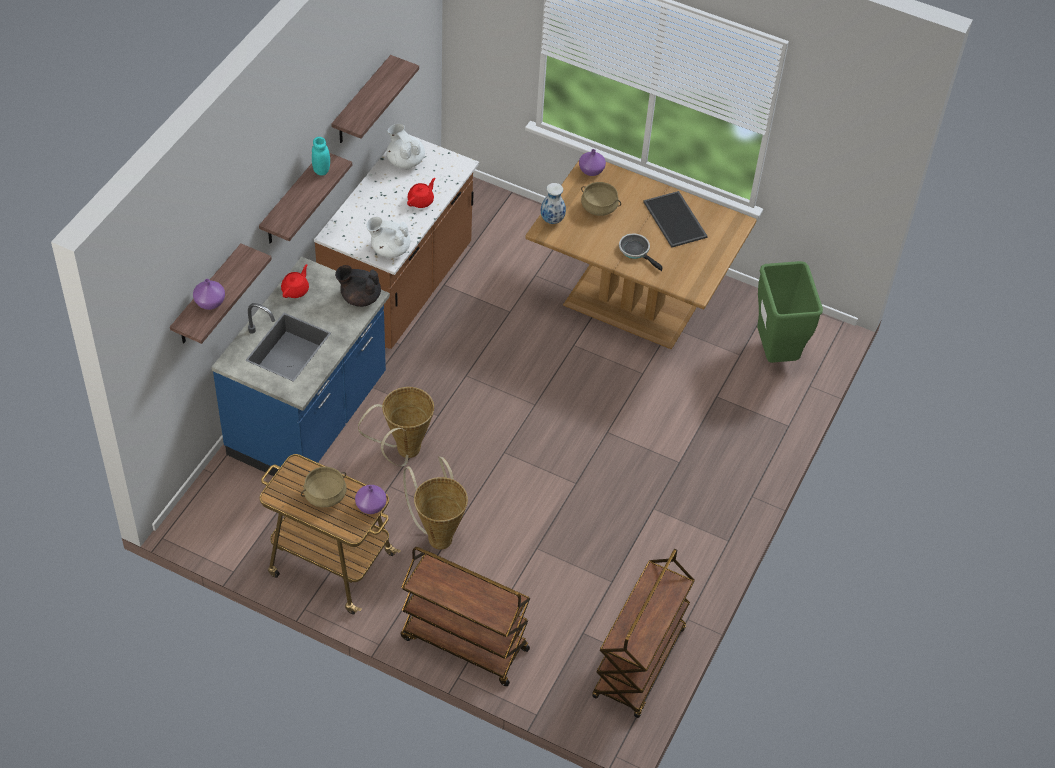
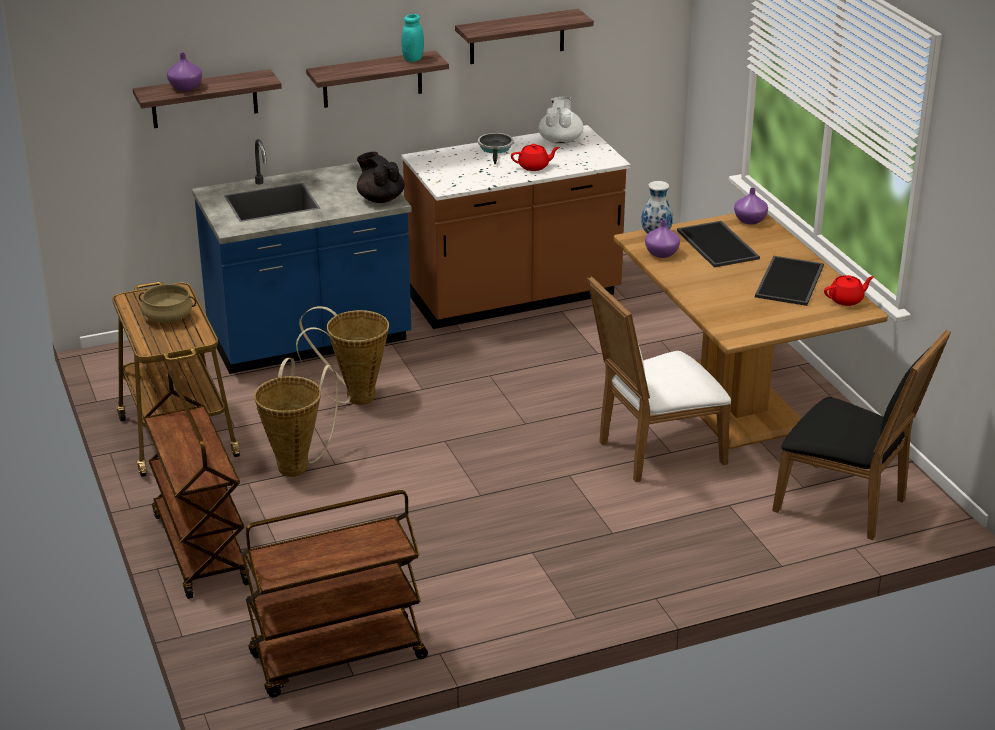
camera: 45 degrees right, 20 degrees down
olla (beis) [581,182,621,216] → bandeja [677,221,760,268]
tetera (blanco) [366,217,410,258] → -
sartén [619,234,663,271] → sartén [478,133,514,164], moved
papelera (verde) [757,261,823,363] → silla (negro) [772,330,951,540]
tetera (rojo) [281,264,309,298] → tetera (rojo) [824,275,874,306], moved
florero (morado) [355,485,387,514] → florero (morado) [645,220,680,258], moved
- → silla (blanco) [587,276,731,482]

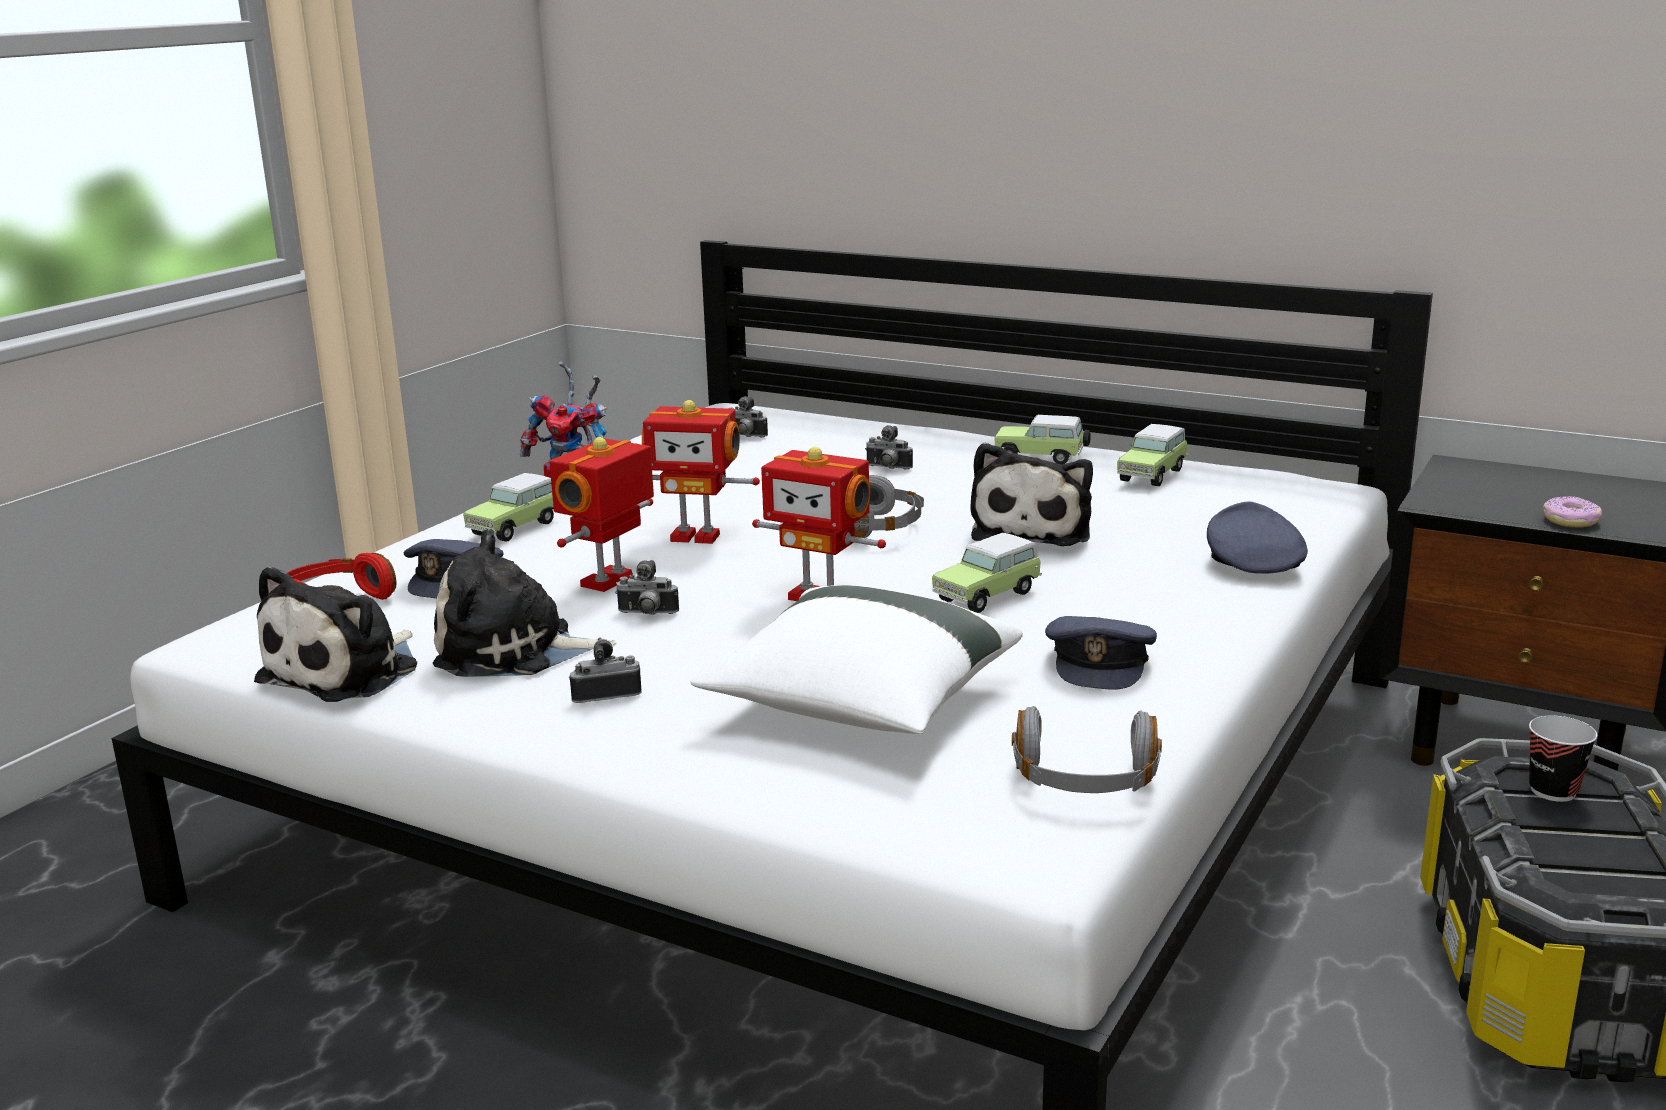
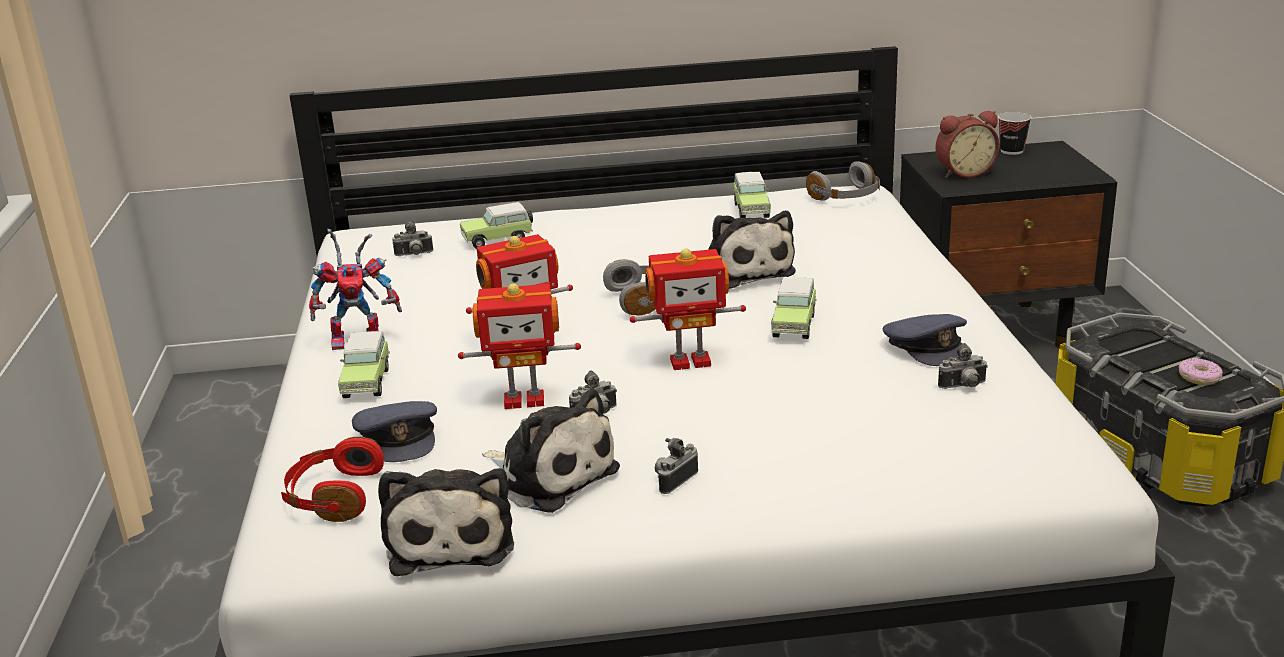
camera: 35 degrees left, 5 degrees up
coche de juguete [994,415,1091,465] → coche de juguete [460,202,533,249], moved
cámara [865,425,913,469] → cámara [938,343,988,389], moved
robot de juguete [549,437,654,592] → robot de juguete [458,284,581,409], 90 degrees counterclockwise
rosquilla [1543,496,1602,528] → rosquilla [1178,358,1223,385], moved
gorra (gris) [1207,501,1308,574] → -
peluche [433,528,616,677] → peluche [482,389,620,513], 105 degrees counterclockwise
cojín (blanco) [691,585,1023,734] → -
auriculares (gris) [1012,706,1162,793] → auriculares (gris) [806,161,880,201], moved
taza [1529,716,1598,802] → taza [998,112,1031,155], moved
- → despertador [935,111,1000,178]

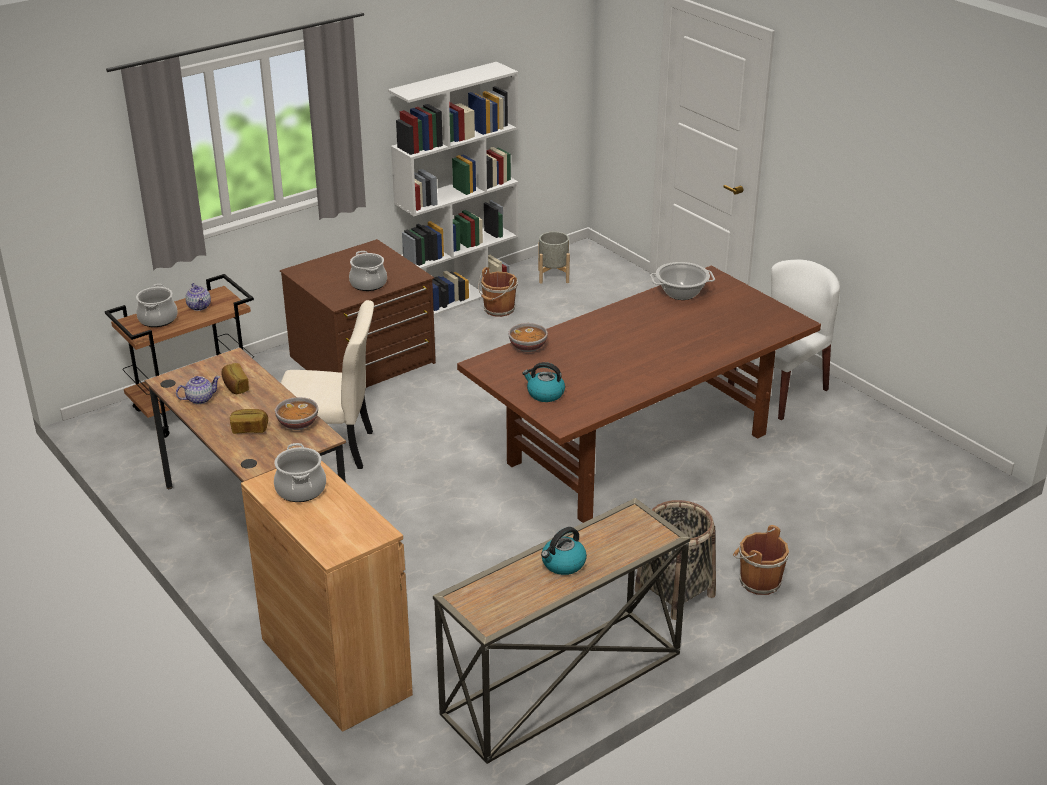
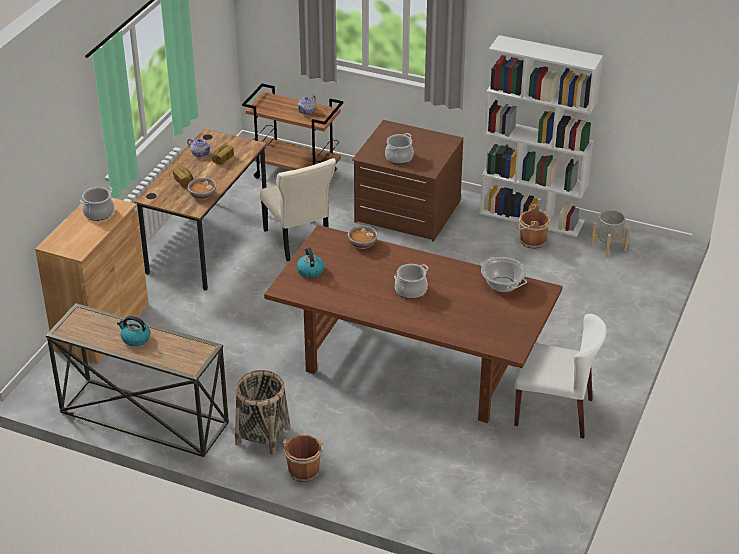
camera: 60 degrees right, 5 degrees up
olla [136,284,178,327] → olla [394,264,429,299], moved

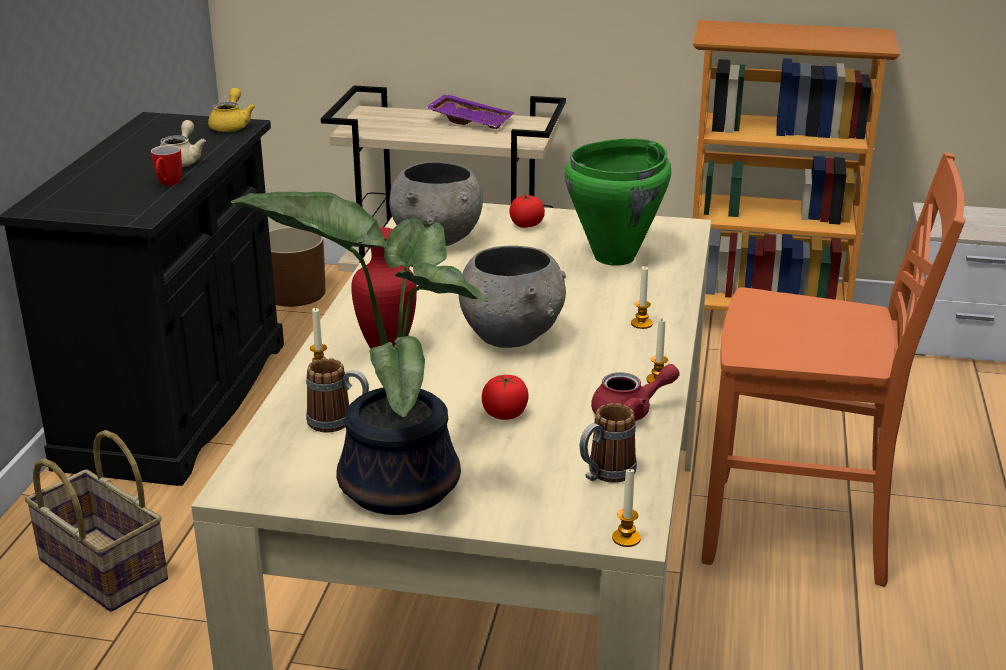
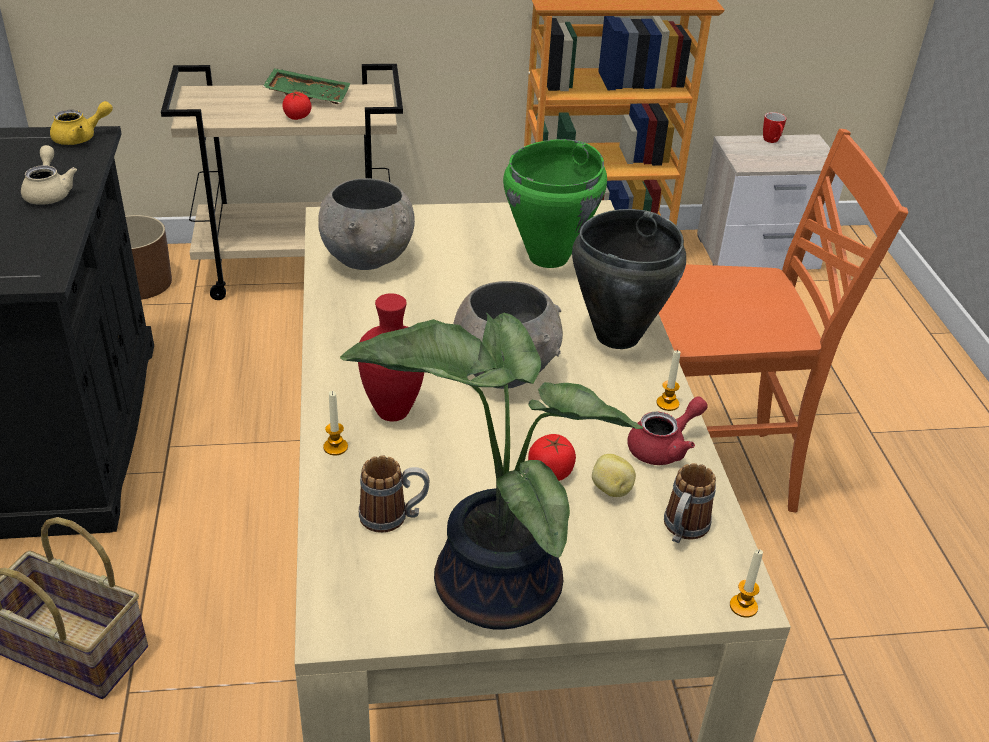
camera: 20 degrees left, 10 degrees up
tetera (amarillo) [208,88,255,132] → tetera (amarillo) [50,101,113,145], 75 degrees clockwise
bandeja (morado) [425,94,515,129] → bandeja (verde) [263,68,350,104]
taza grande [151,145,182,186] → taza grande [763,112,787,143], moved
tomate [509,194,545,228] → tomate [282,92,311,120], moved
vela [631,266,653,329] → olla (negro) [572,209,686,349]
- → patata [592,454,636,497]

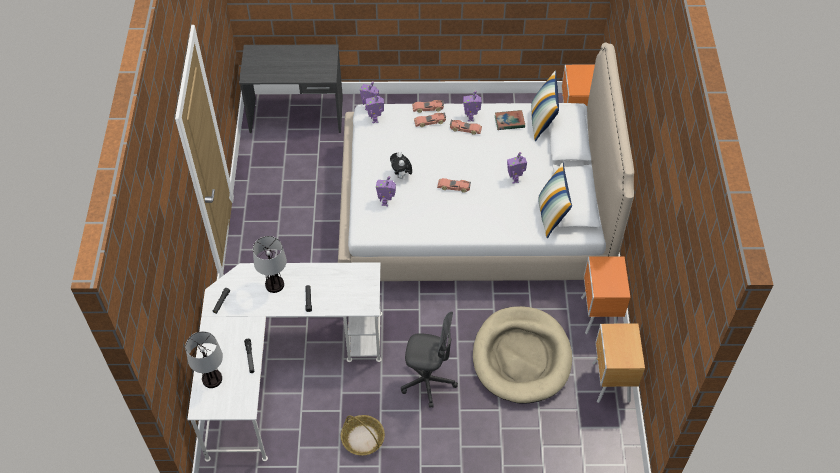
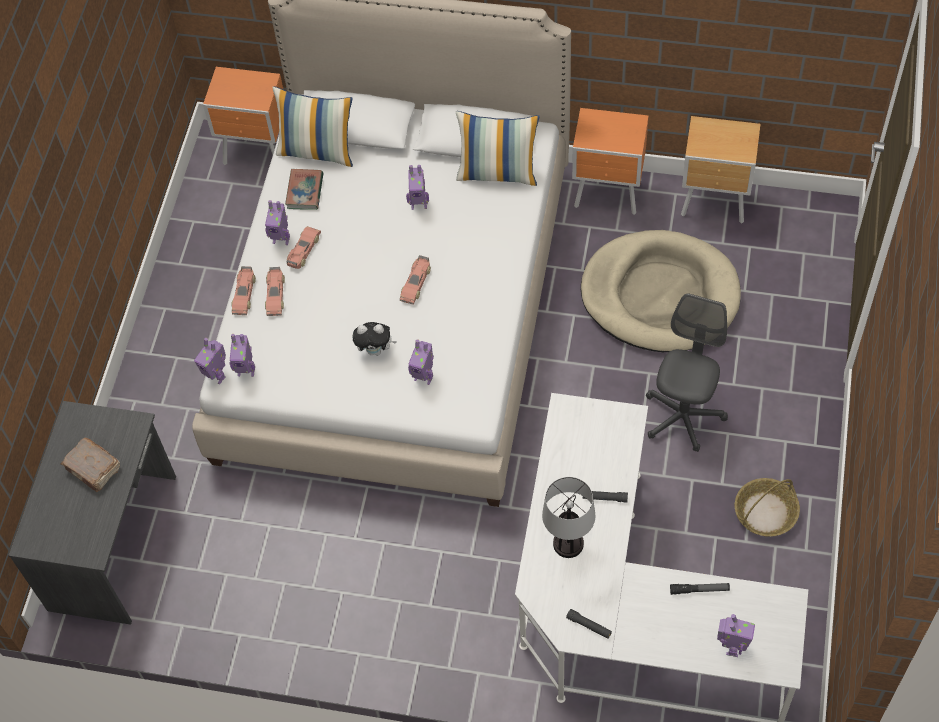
camera: 75 degrees left, 5 degrees up
lámpara de mesa [185,331,223,388] → robot de juguete [717,614,755,657]
- → libro (marrón) [60,438,120,492]

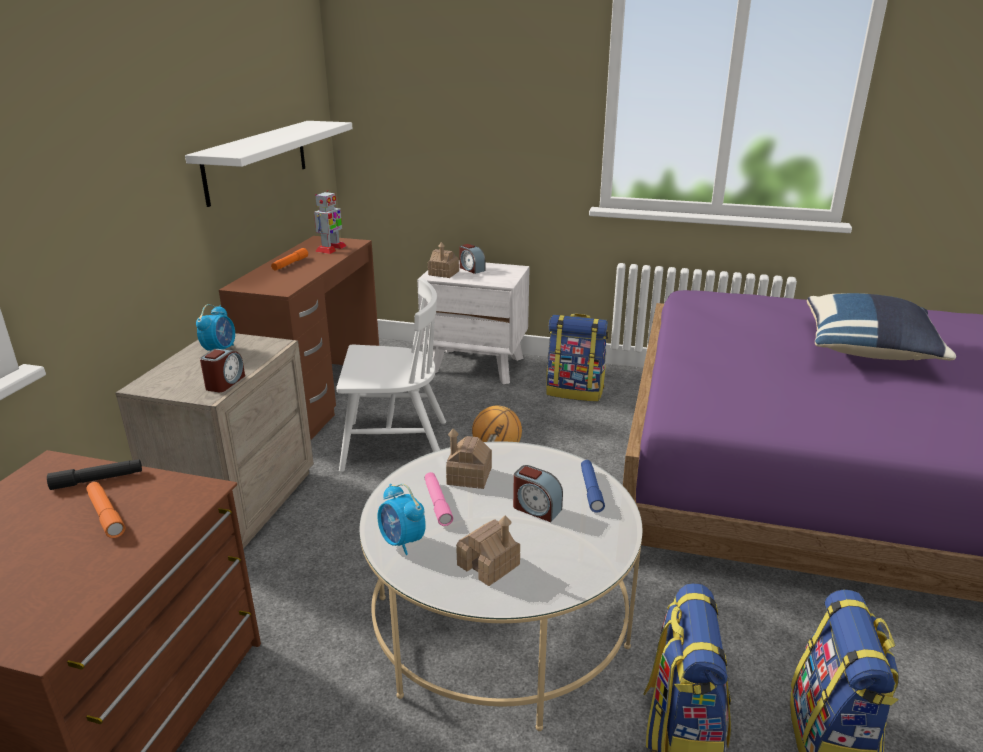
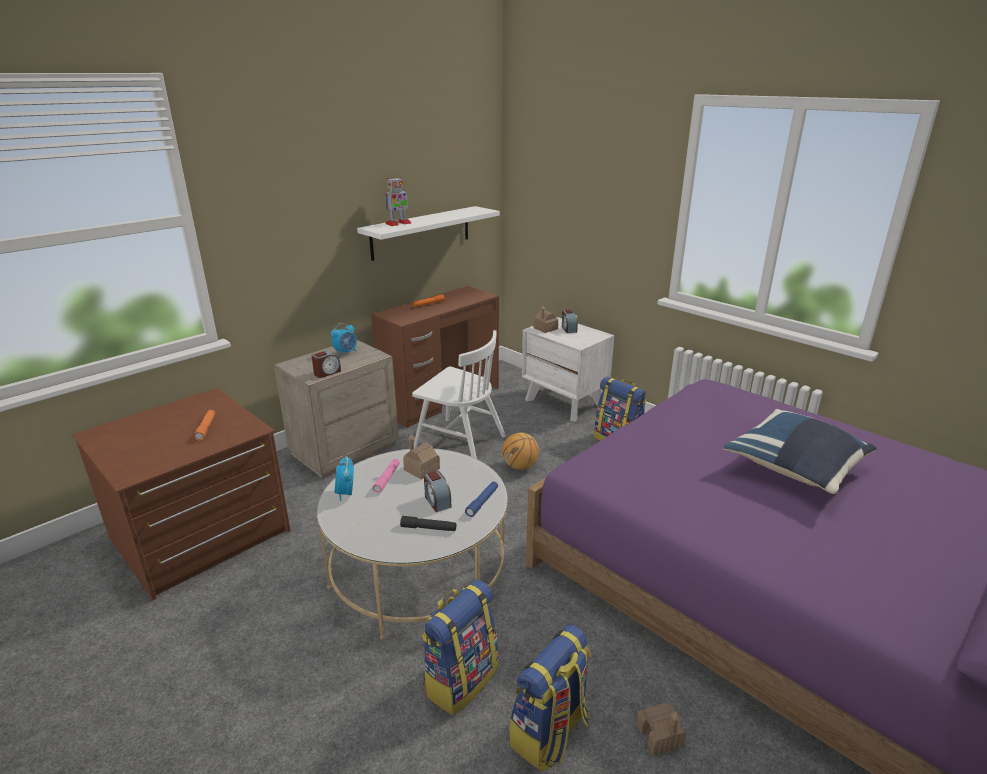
camera: 30 degrees right, 0 degrees up
robot de juguete [314,190,346,254] → robot de juguete [385,177,412,226], moved
linterna (negro) [47,459,142,490] → linterna (negro) [400,516,457,531], moved
casita [456,516,520,586] → casita [637,703,686,755], moved

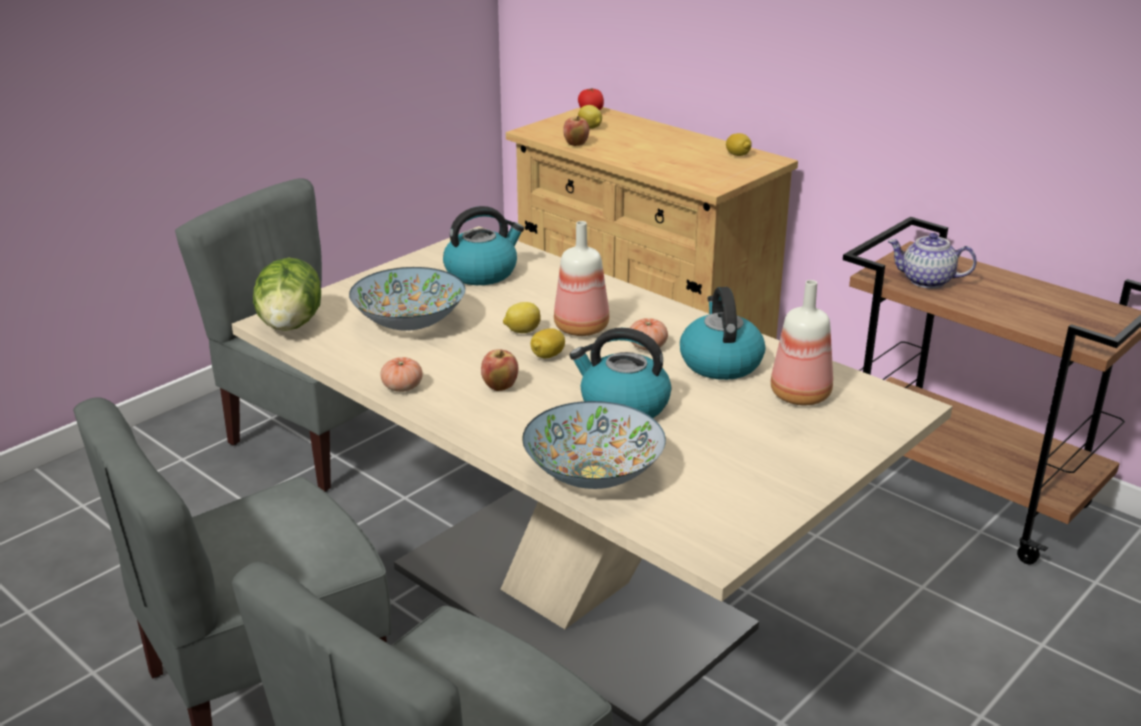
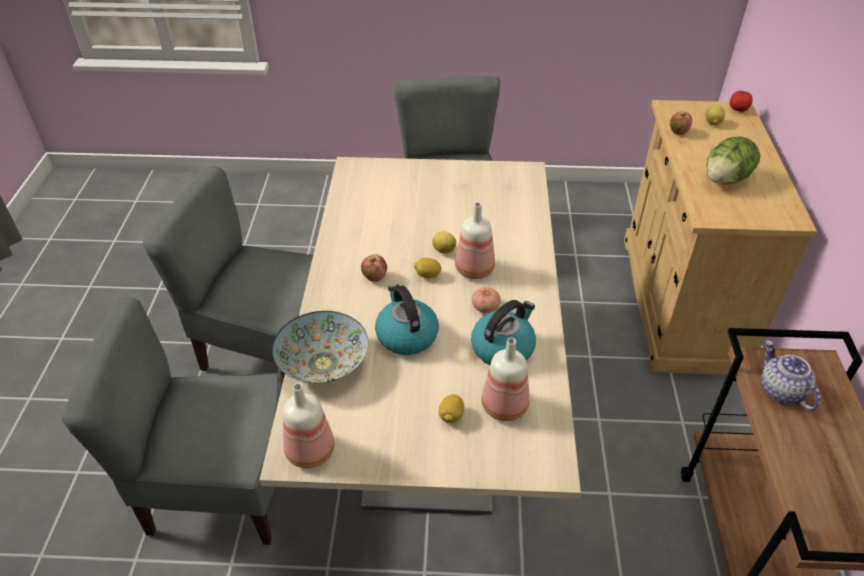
camera: 50 degrees right, 15 degrees up
limón [726,133,752,156] → limón [439,394,464,423], moved
hervidor [443,206,524,285] → -
lechuga [253,258,321,331] → lechuga [706,136,761,184], moved
cuenco [349,267,465,331] → -
tomate [380,357,423,392] → -
- → botella [283,383,335,468]

